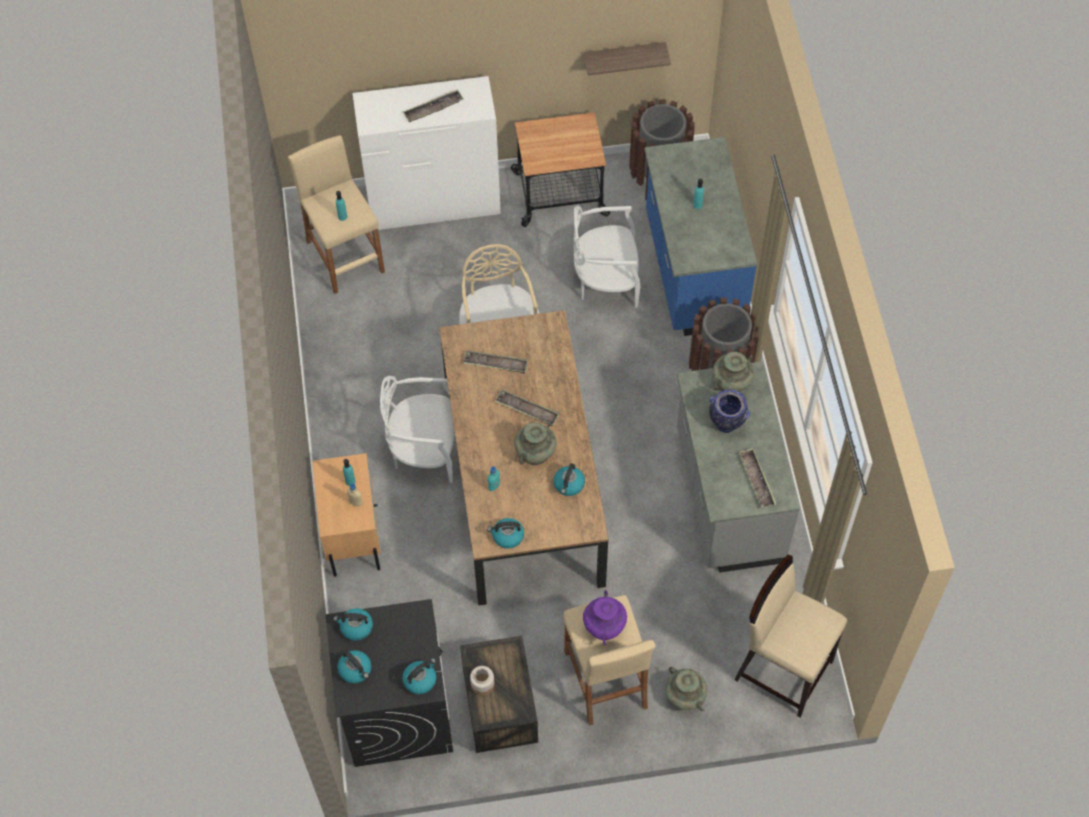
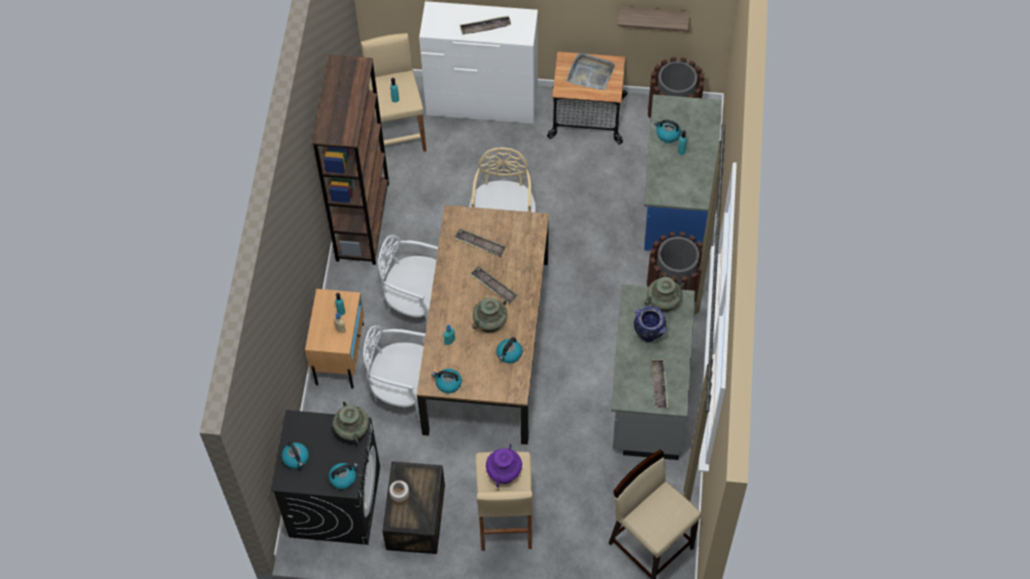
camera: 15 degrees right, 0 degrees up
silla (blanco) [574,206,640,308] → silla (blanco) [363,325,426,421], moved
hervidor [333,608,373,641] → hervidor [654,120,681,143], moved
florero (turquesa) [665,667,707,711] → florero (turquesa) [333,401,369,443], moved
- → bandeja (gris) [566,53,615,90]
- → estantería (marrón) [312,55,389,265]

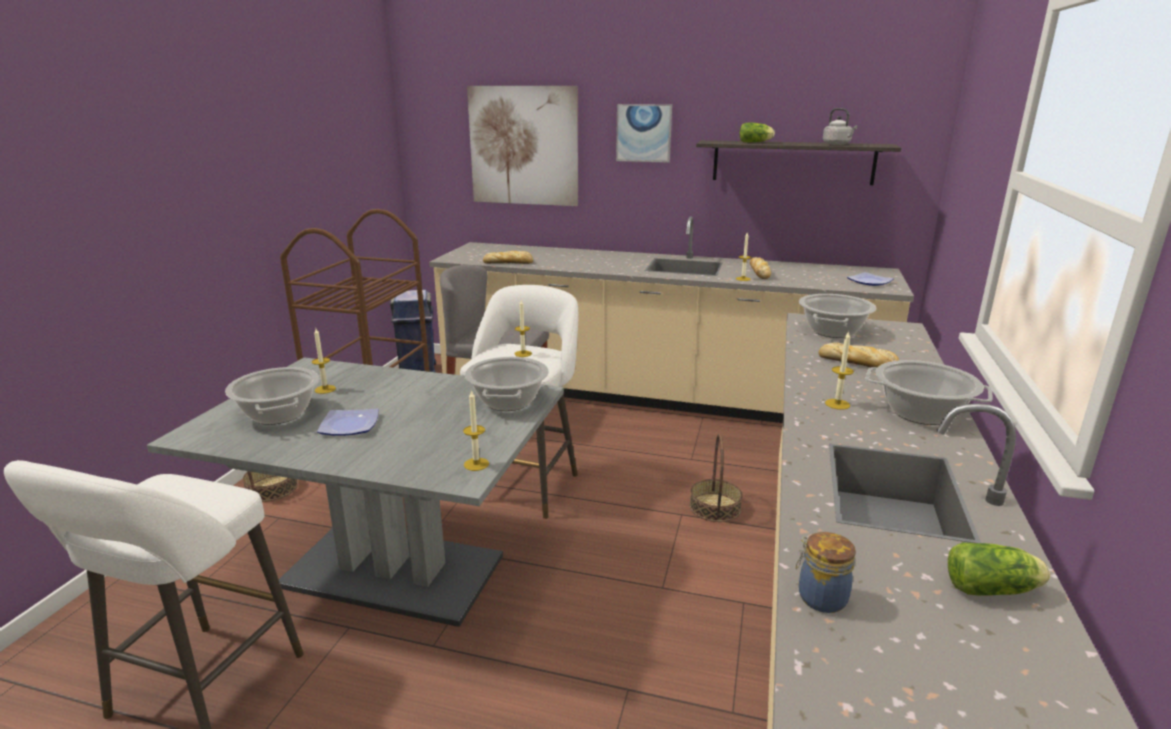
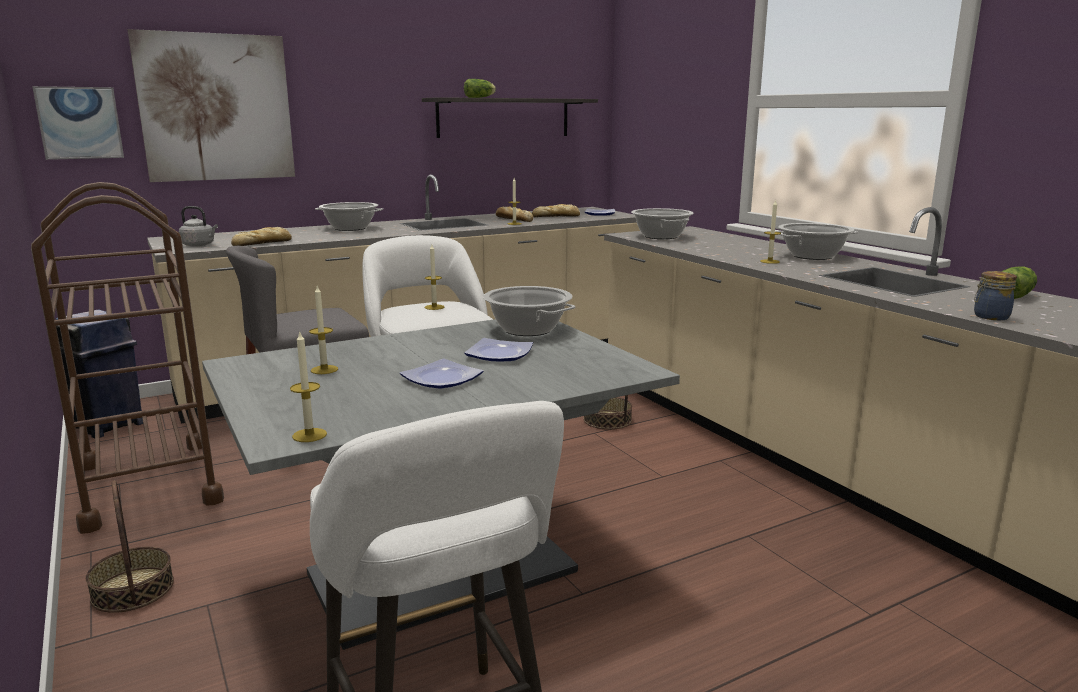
camera: 45 degrees left, 5 degrees down
cuadro [616,104,672,163] → cuadro [32,86,124,160], moved
hervidor (gris) [823,108,858,145] → hervidor (gris) [179,206,218,247], moved
pan [819,342,899,368] → pan [532,204,580,217], moved
olla [225,367,319,425] → olla [315,202,383,231], moved
vela [463,390,489,471] → vela [290,332,327,442], moved
- → plato [464,338,533,362]

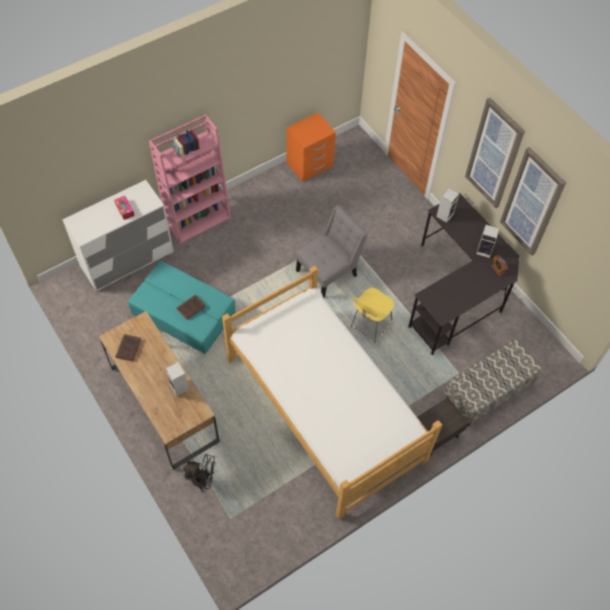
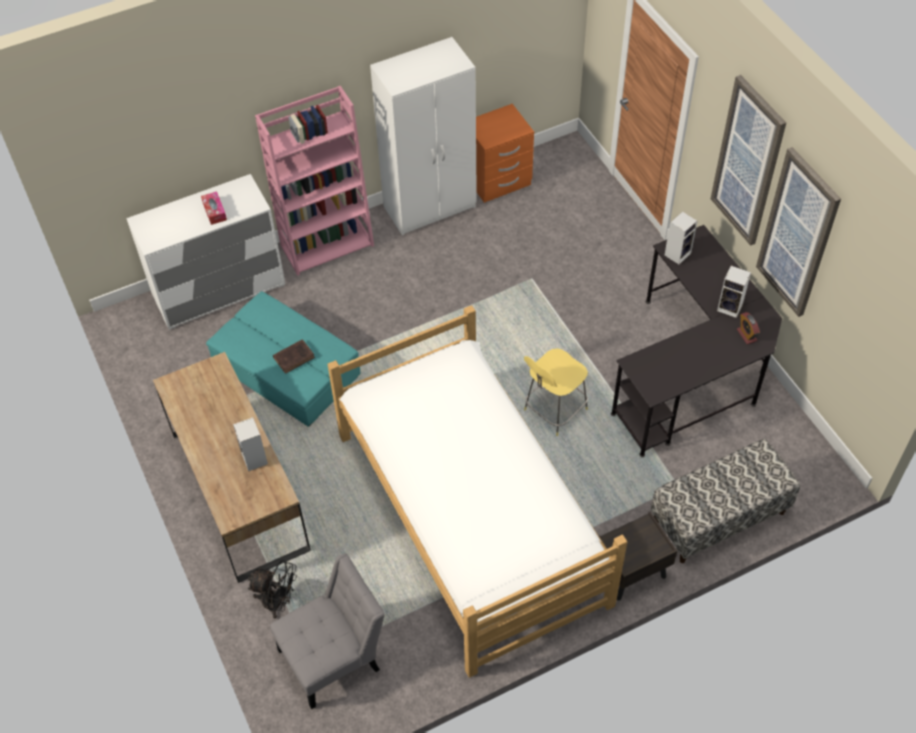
camera: 10 degrees right, 5 degrees down
silla (gris) [296,205,368,298] → silla (gris) [270,553,385,709], moved
libro (marrón) [115,334,141,361] → -
- → armario ropero (blanco) [370,37,477,235]

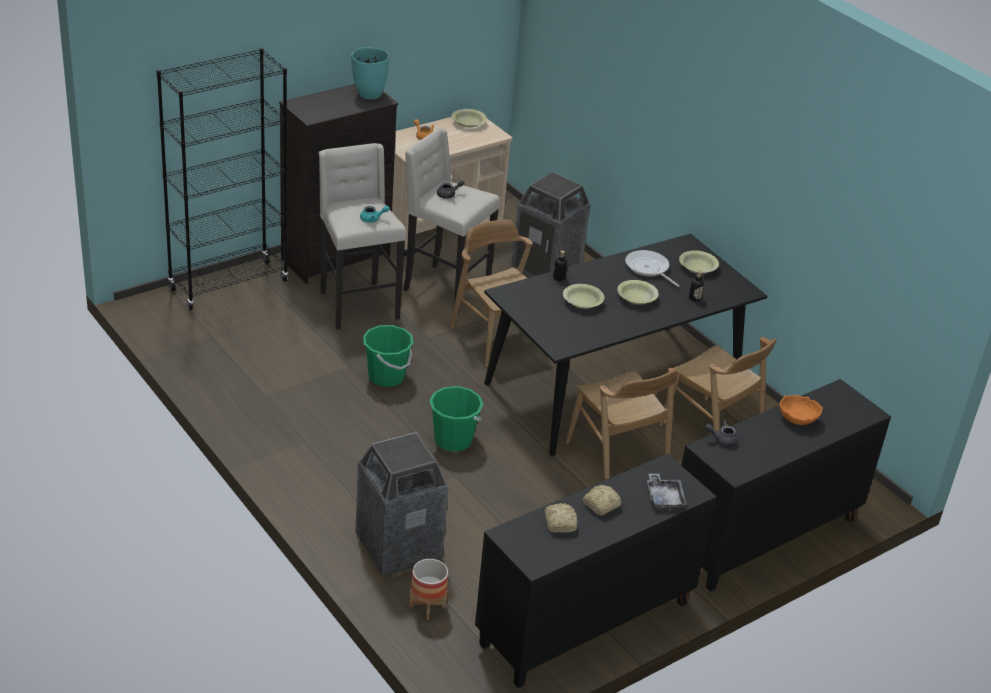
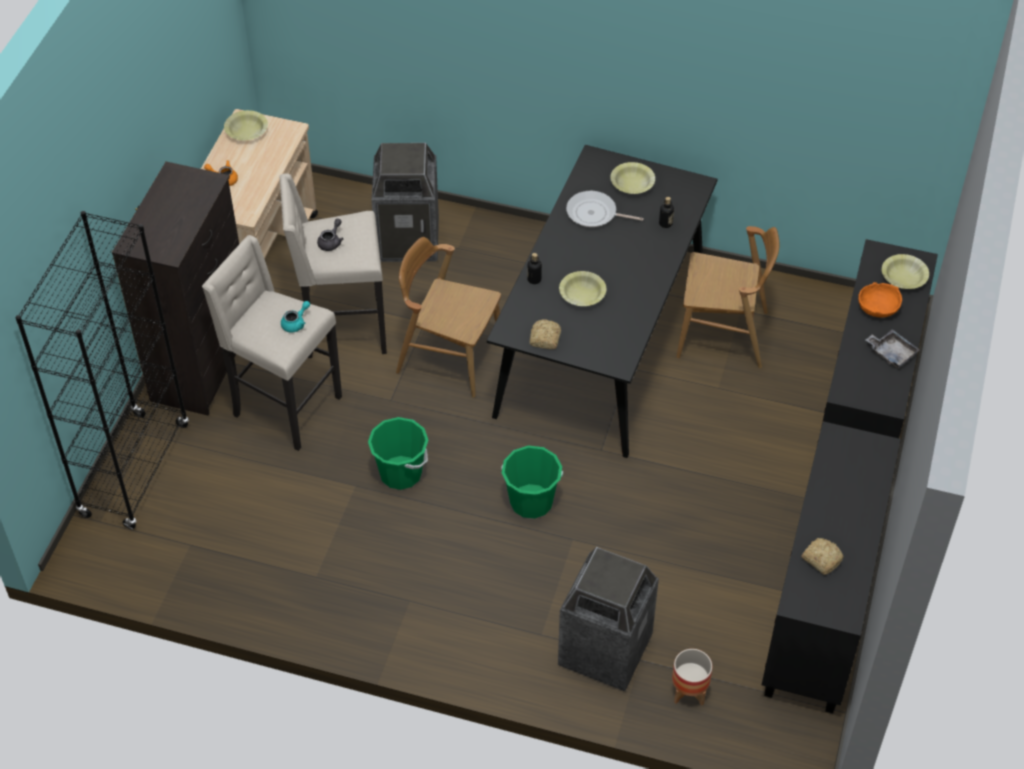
camera: 35 degrees left, 15 degrees up
florero (turquesa) [351,47,389,99] → -
cuenco (amarillo) [617,280,659,305] → cuenco (amarillo) [882,254,929,289], moved
silla (marrón) [566,368,679,480] → -
tetera (gris) [705,420,738,447] → -
bandeja (gris) [647,473,687,509] → bandeja (gris) [866,329,920,368], moved
pan [583,485,621,516] → pan [529,319,561,349], moved

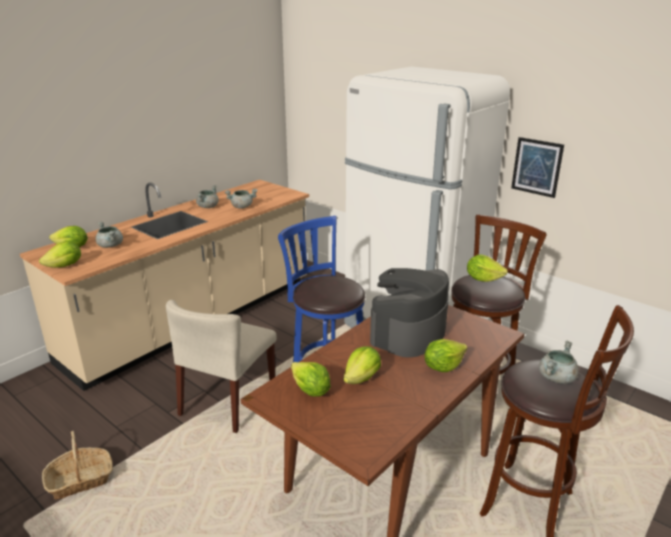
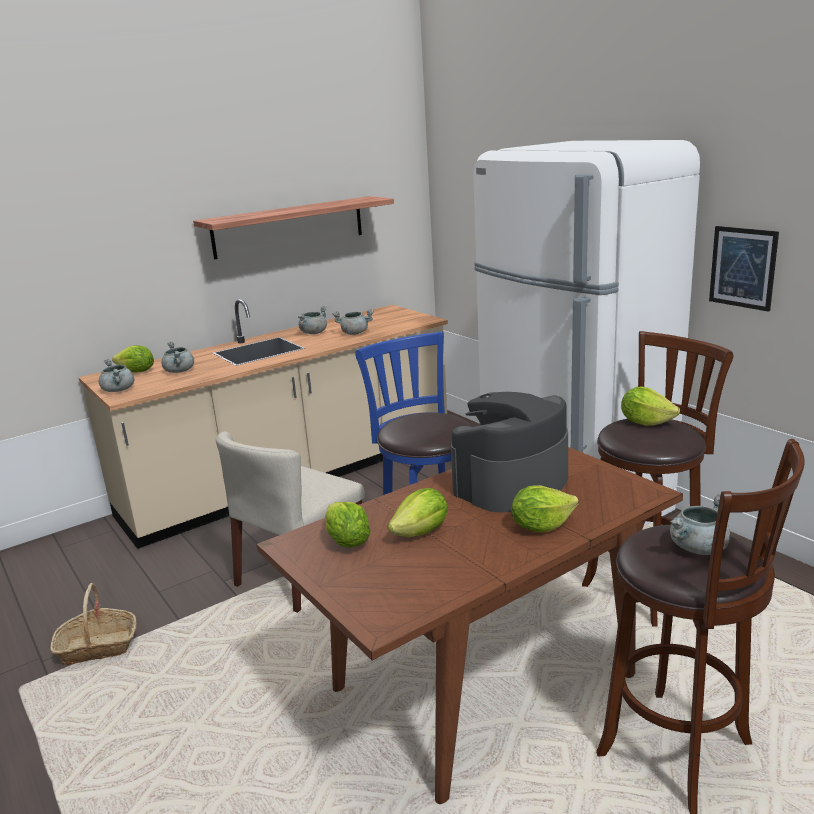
camera: 15 degrees right, 5 degrees down
lechuga [39,241,81,268] → olla (gris) [99,359,134,392]
- → estante [193,196,394,260]

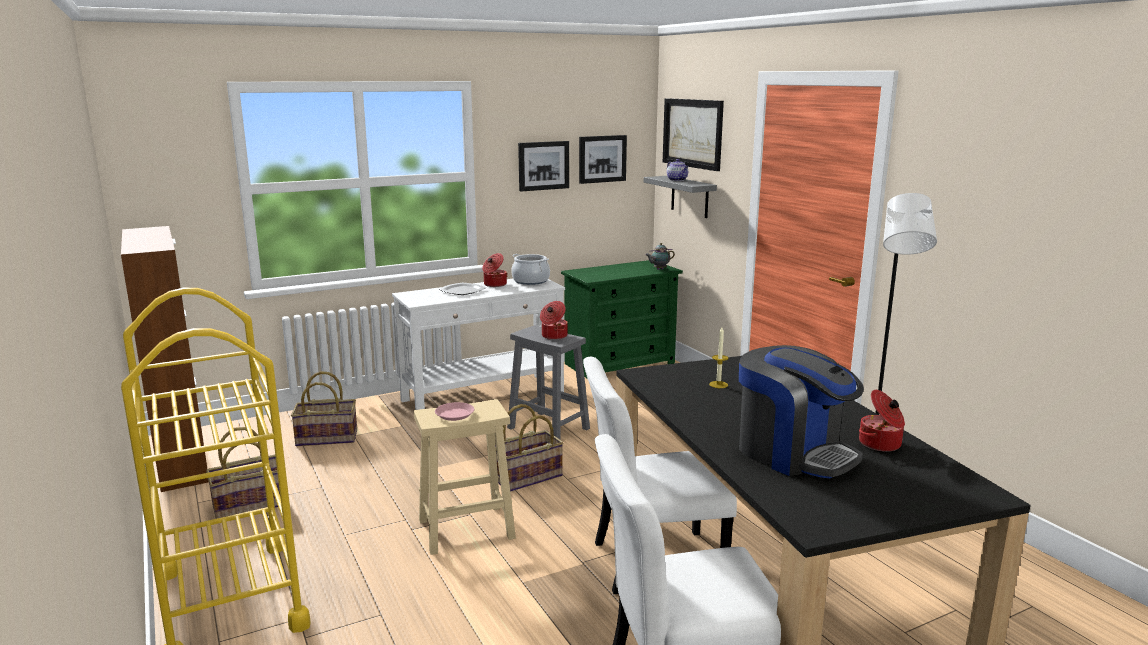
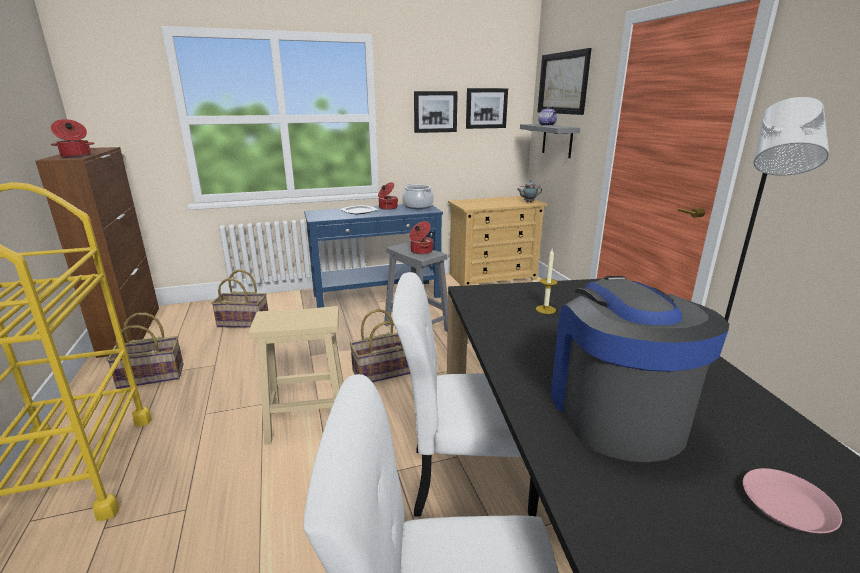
camera: 10 degrees right, 5 degrees up
cómoda (verde) [561,260,683,378] → cómoda (beis) [448,196,548,286]
mesa consola (blanco) [392,279,565,410] → mesa consola (azul) [304,204,443,308]
cafetera [739,345,864,478] → cafetera [550,276,729,462], 150 degrees counterclockwise
olla [859,390,905,452] → olla [51,119,95,157], moved
plato (rosa) [435,402,474,421] → plato (rosa) [743,468,842,533], moved

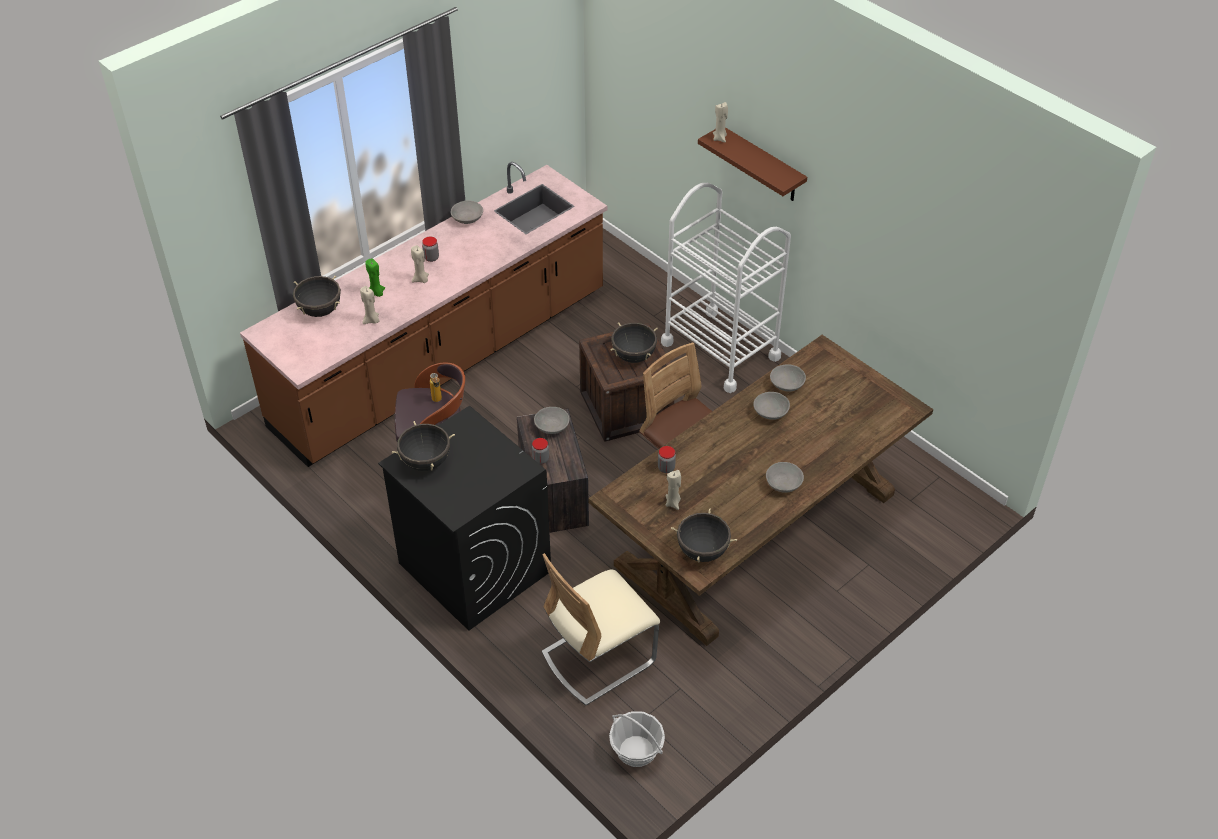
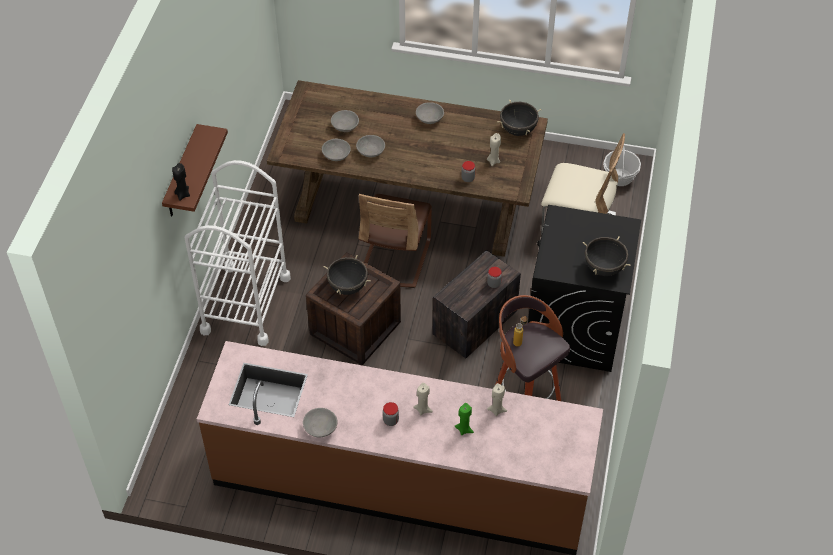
camera: 125 degrees left, 5 degrees up
vela (beis) [713,102,728,142] → vela (negro) [172,163,190,201]
olla (negro) [293,276,341,317] → -
cuenco (gris) [534,407,569,434] → cuenco (gris) [331,110,359,132], moved

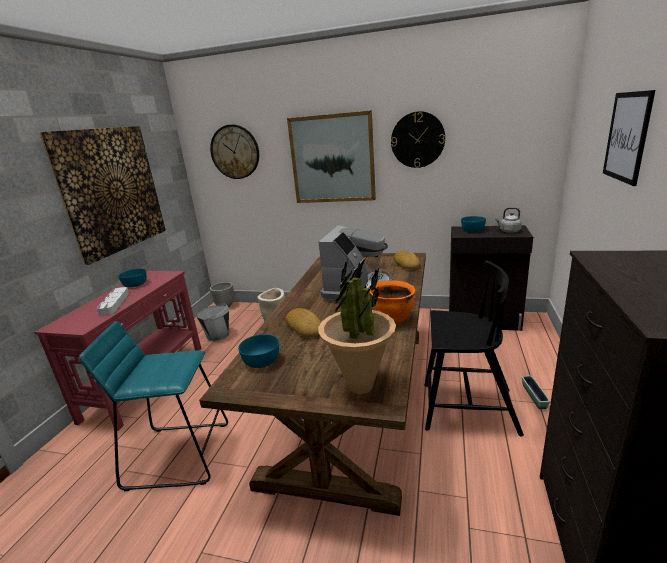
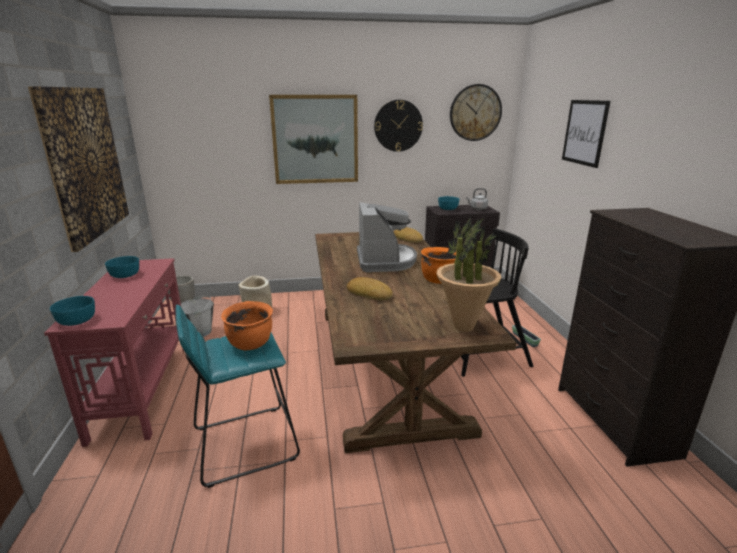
camera: 25 degrees left, 0 degrees up
reloj de pared [210,125,259,179] → reloj de pared [450,84,502,141], moved
bandeja (gris) [97,287,129,316] → -
cuenco (turquesa) [238,334,279,368] → cuenco (turquesa) [50,296,95,326], moved
- → olla (naranja) [221,301,273,350]

